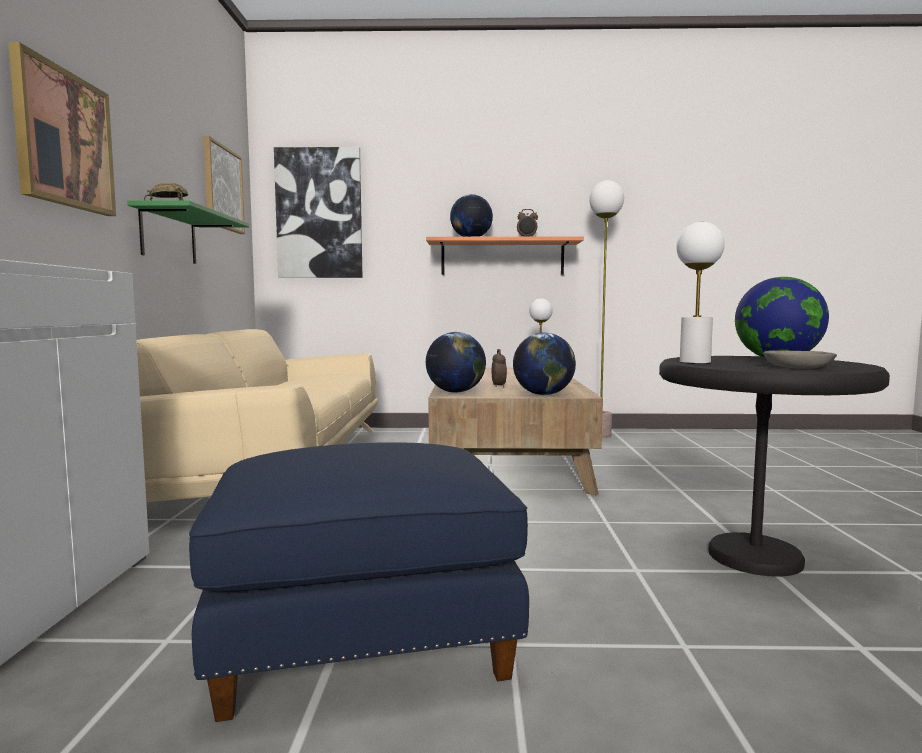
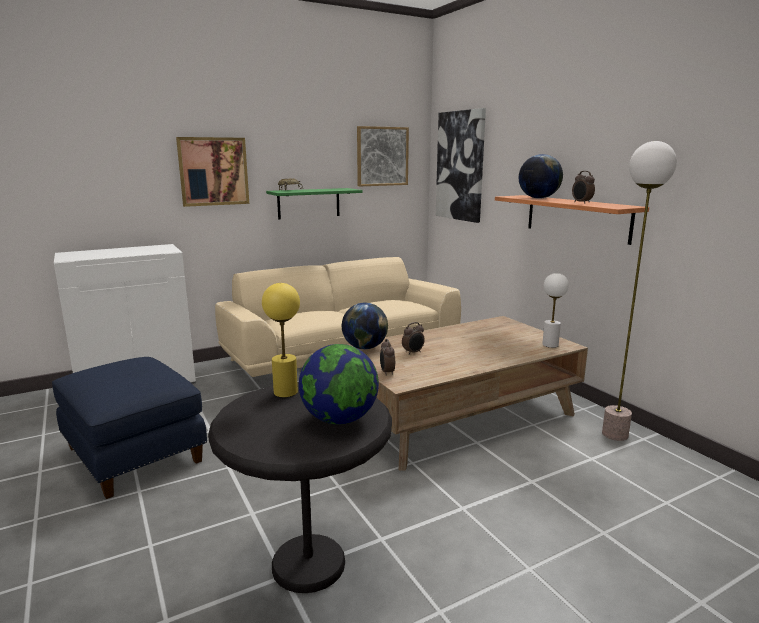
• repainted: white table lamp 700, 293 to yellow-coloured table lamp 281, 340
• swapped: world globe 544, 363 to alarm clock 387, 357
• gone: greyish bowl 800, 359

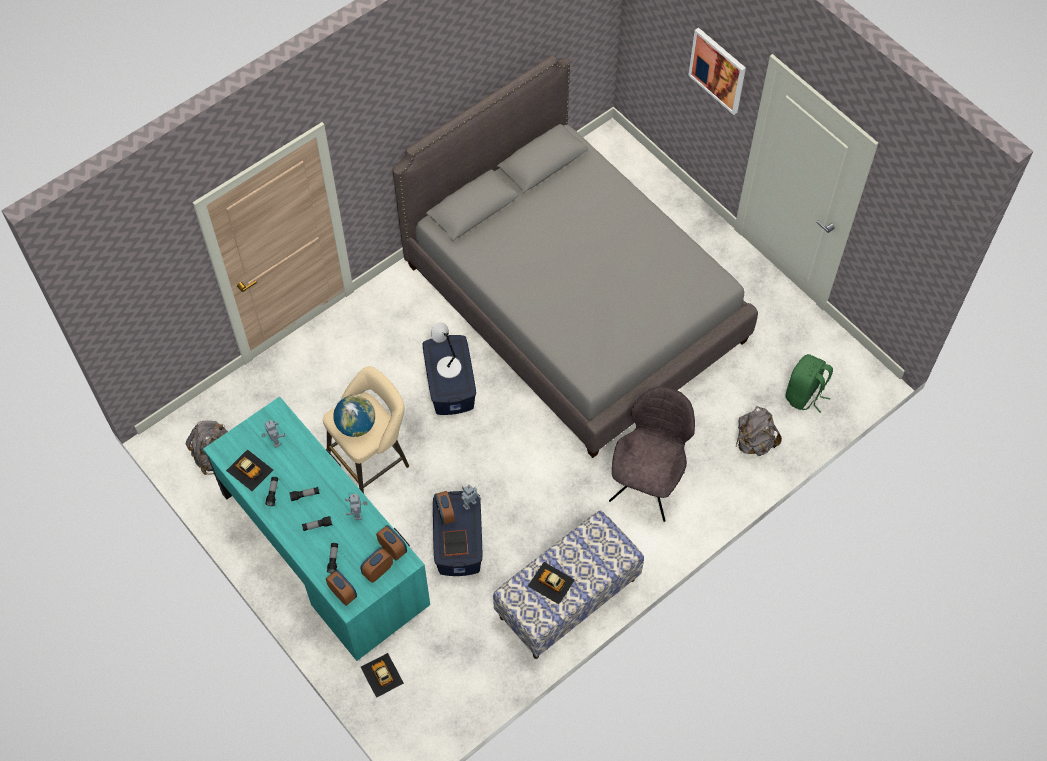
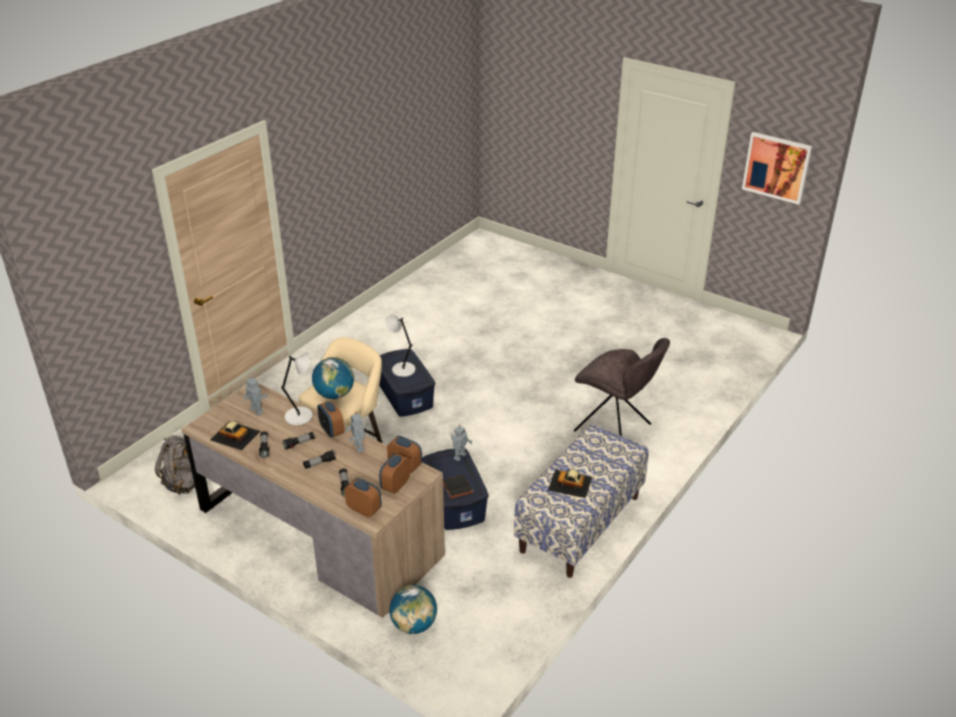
• repainted: turquoise-coloured desk 316, 529 to brownish desk 313, 500
• new: greyish table lamp 297, 389
• shifted: alarm clock 444, 508 to 330, 419
• swapped: miniature car 382, 675 to world globe 413, 609
• rotated: greyish plain chair 652, 454 = 622, 387 120 degrees clockwise
• shifted: wall picture 717, 71 to 777, 168
• gone: greyish sleeping bed 575, 257
• gone: greyish rucksack 759, 431
• gone: green rucksack 809, 383

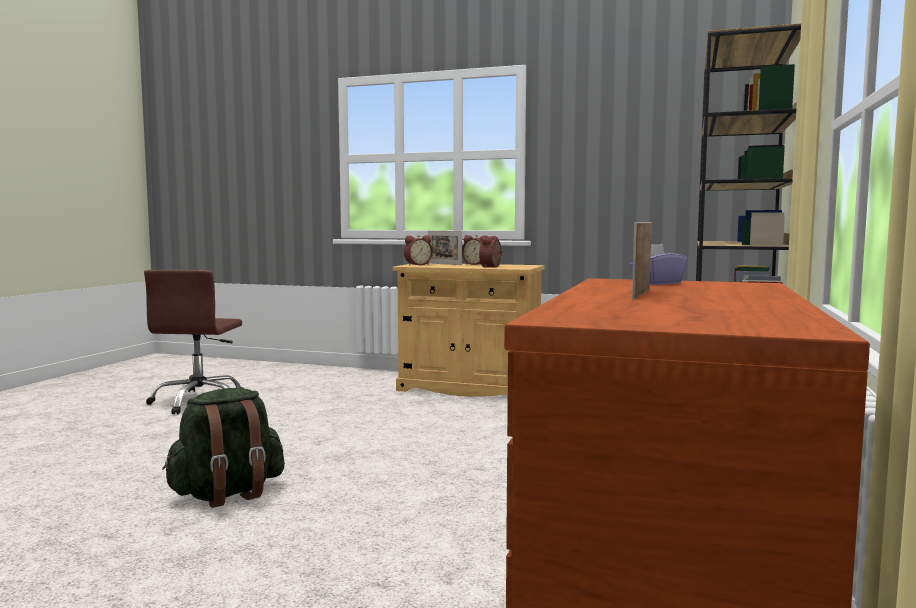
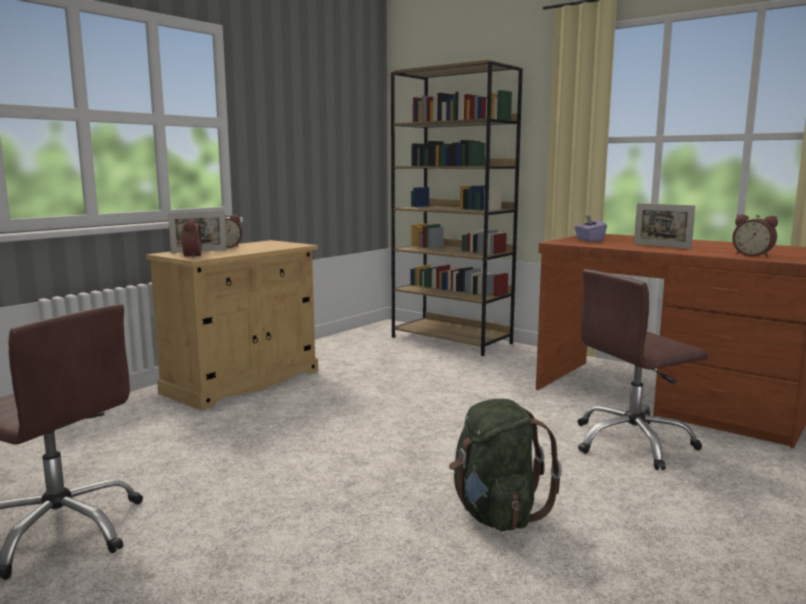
• new: brownish computer chair 643, 369
• shifted: alarm clock 491, 252 to 755, 235

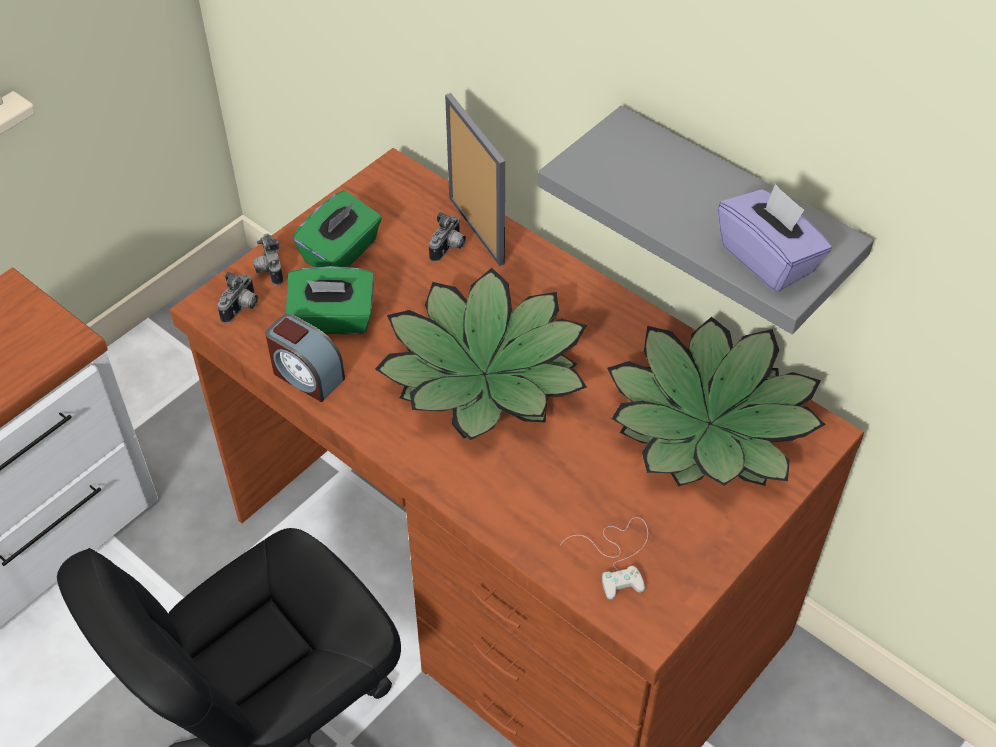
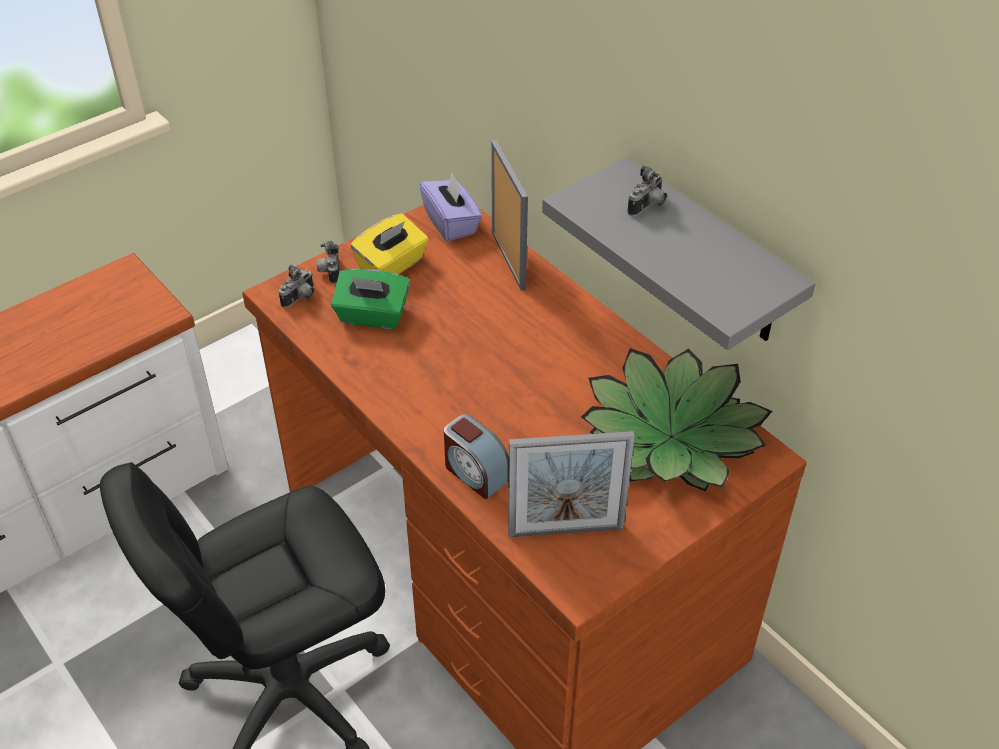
• repainted: green tissue holder 337, 228 to yellow-coloured tissue holder 389, 244
• shifted: purple tissue holder 775, 237 to 450, 207
• shifted: alarm clock 305, 358 to 476, 456
• swapped: white joypad 604, 558 to photo frame 571, 484
• shifted: still camera 447, 237 to 647, 190
• gone: plant in a pot 481, 354

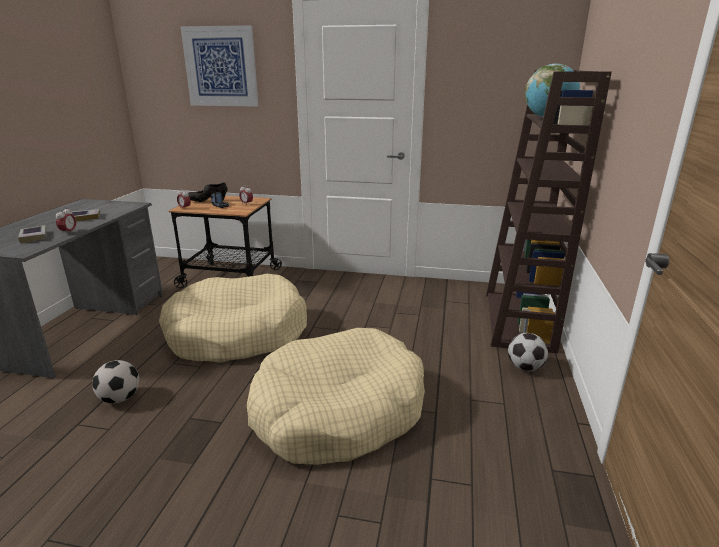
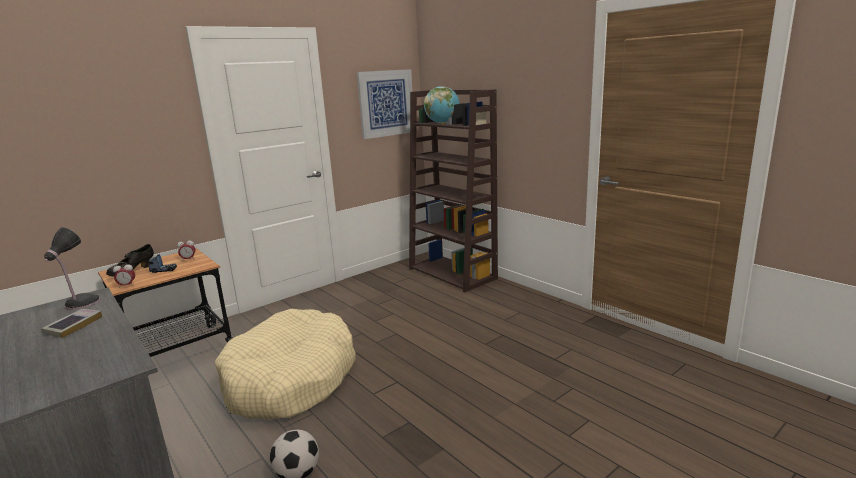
• new: table lamp 72, 268
• shifted: wall picture 219, 66 to 384, 104
• gone: book 32, 234
• gone: alarm clock 66, 219
• gone: sand-coloured dog cushion 336, 396
• gone: ball for football 528, 352

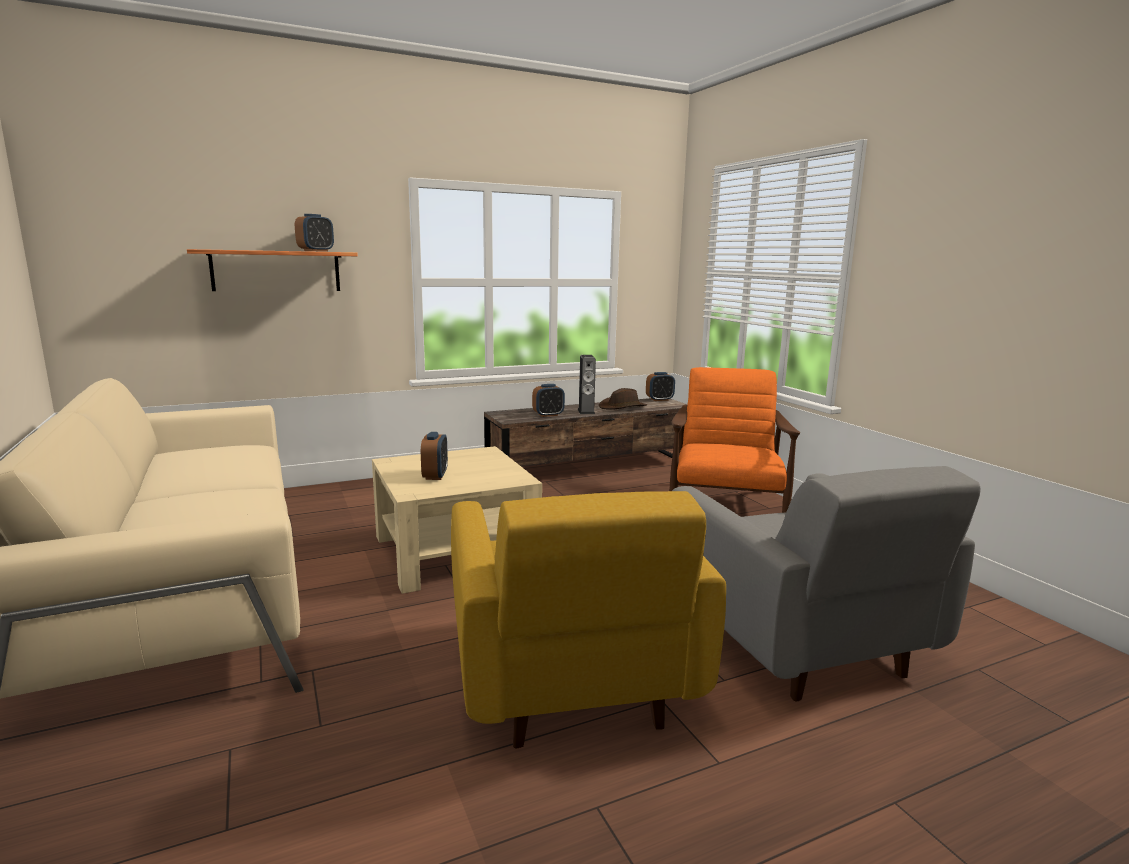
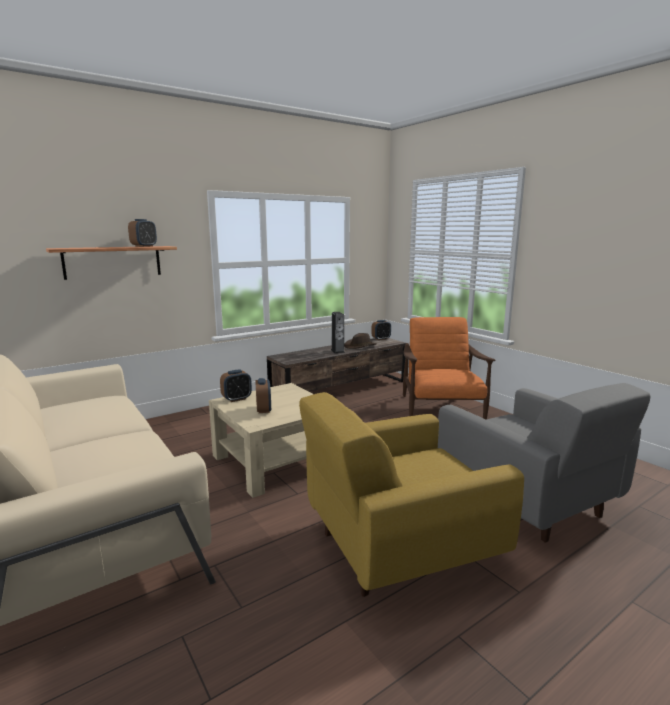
• shifted: alarm clock 548, 400 to 236, 385
• rotated: yellow-coloured easy chair 588, 620 = 411, 494 90 degrees clockwise

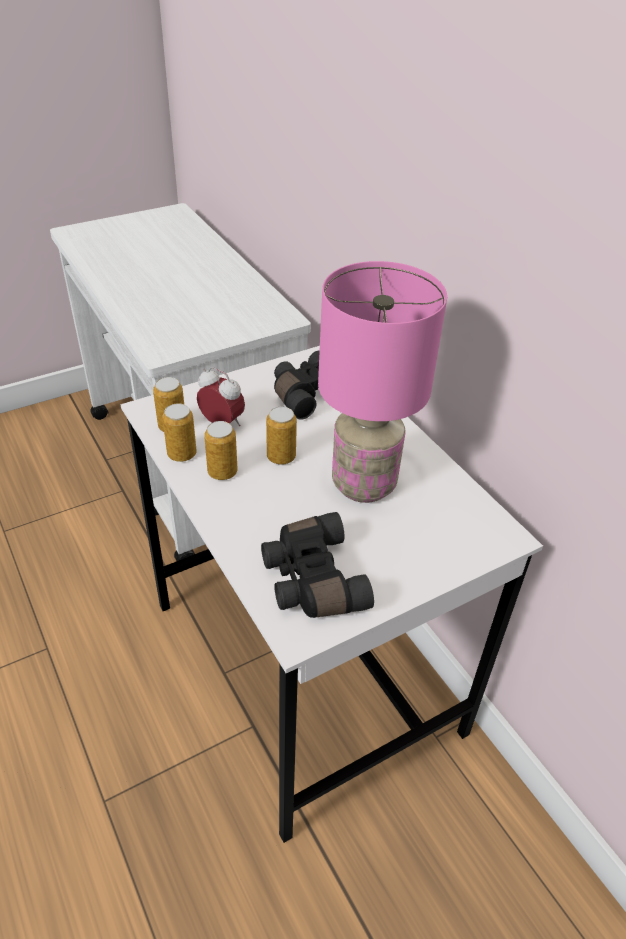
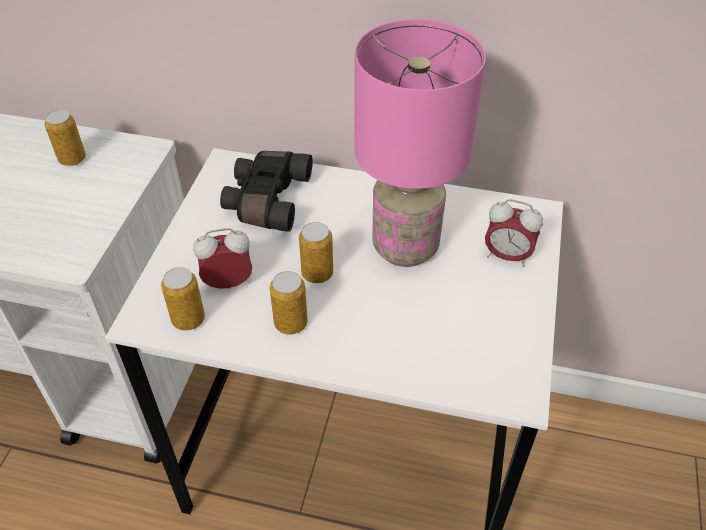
• shifted: metal can 179, 432 to 65, 138
• new: alarm clock 514, 233
• gone: black-coloured field glasses 317, 565

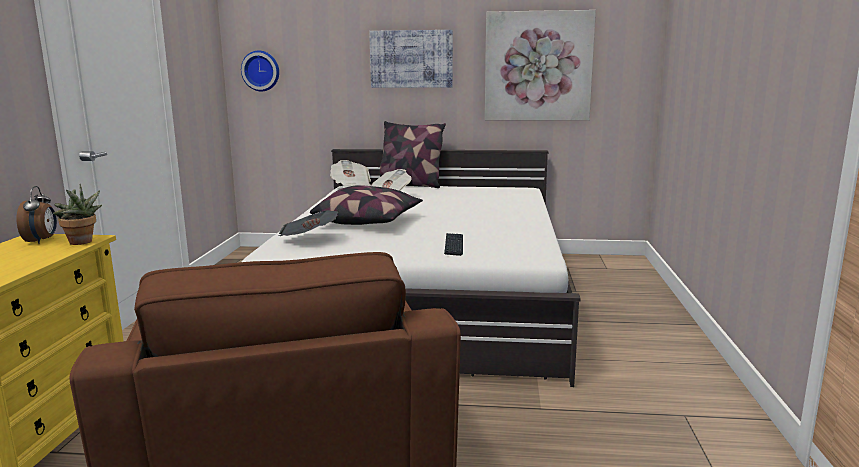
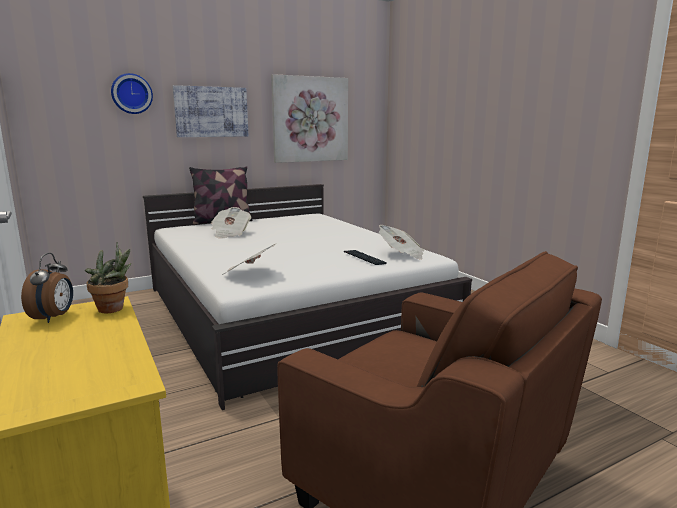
• rotated: alarm clock 37, 215 = 47, 288 45 degrees clockwise
• shifted: wall clock 260, 71 to 132, 93
• shifted: daily paper 350, 173 to 401, 242
• gone: throw pillow 366, 205

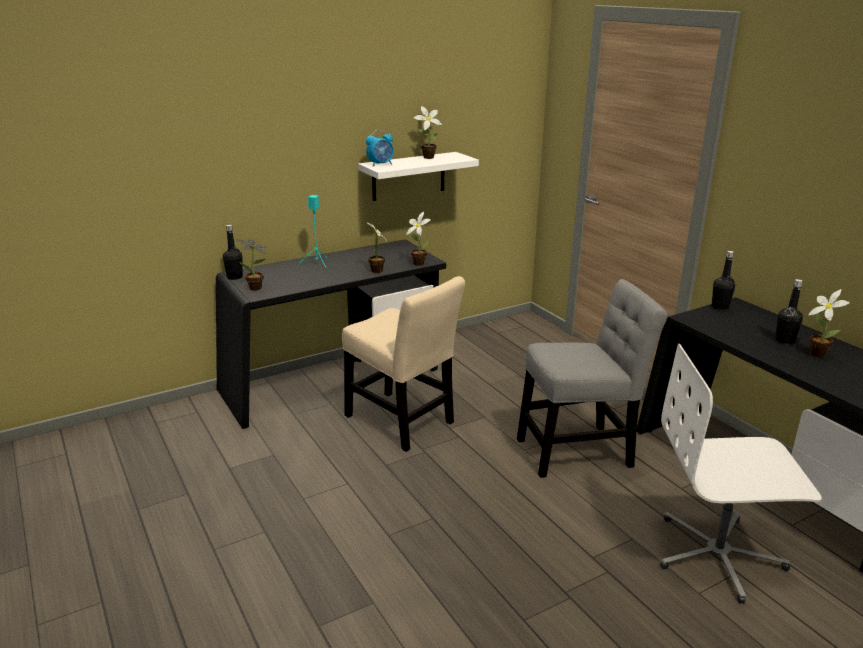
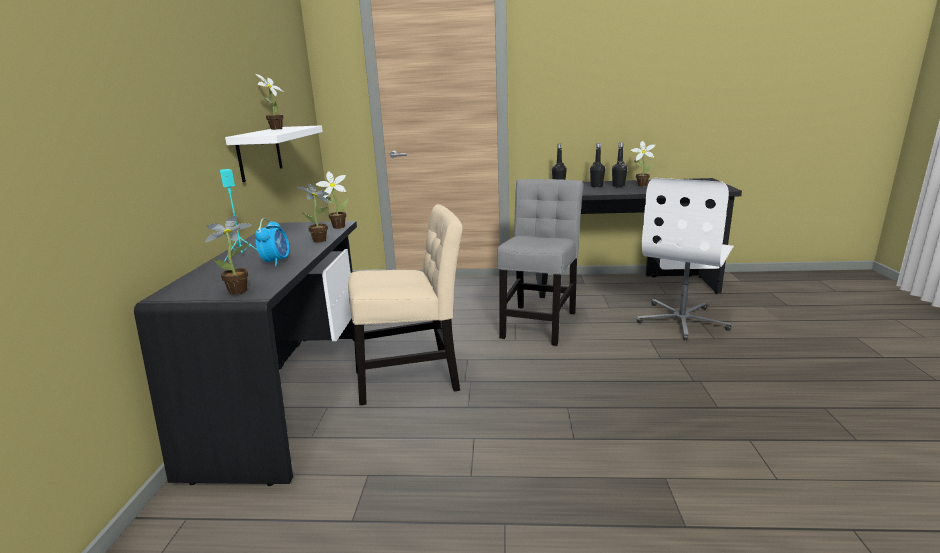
• shifted: alarm clock 380, 148 to 272, 242
• shifted: black-coloured beverage bottle 233, 252 to 597, 165

